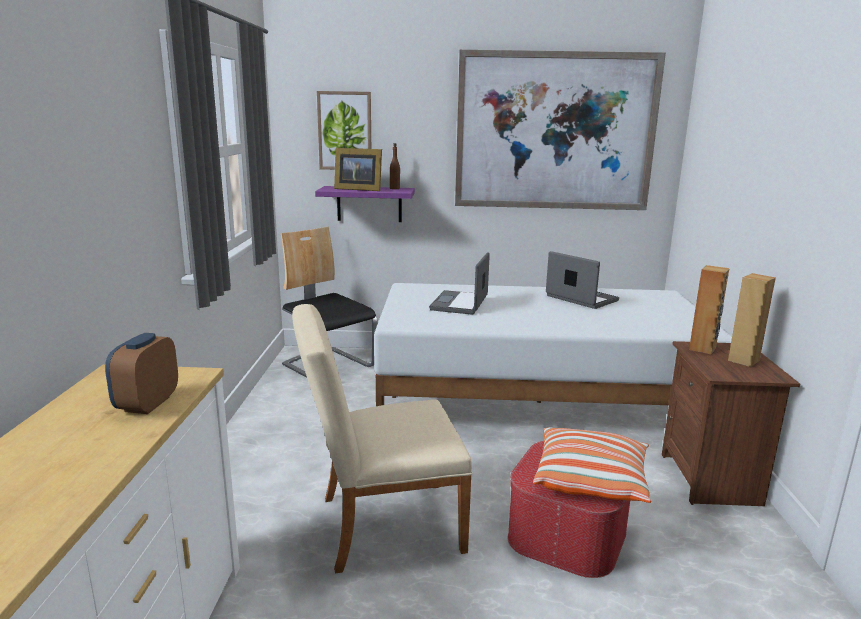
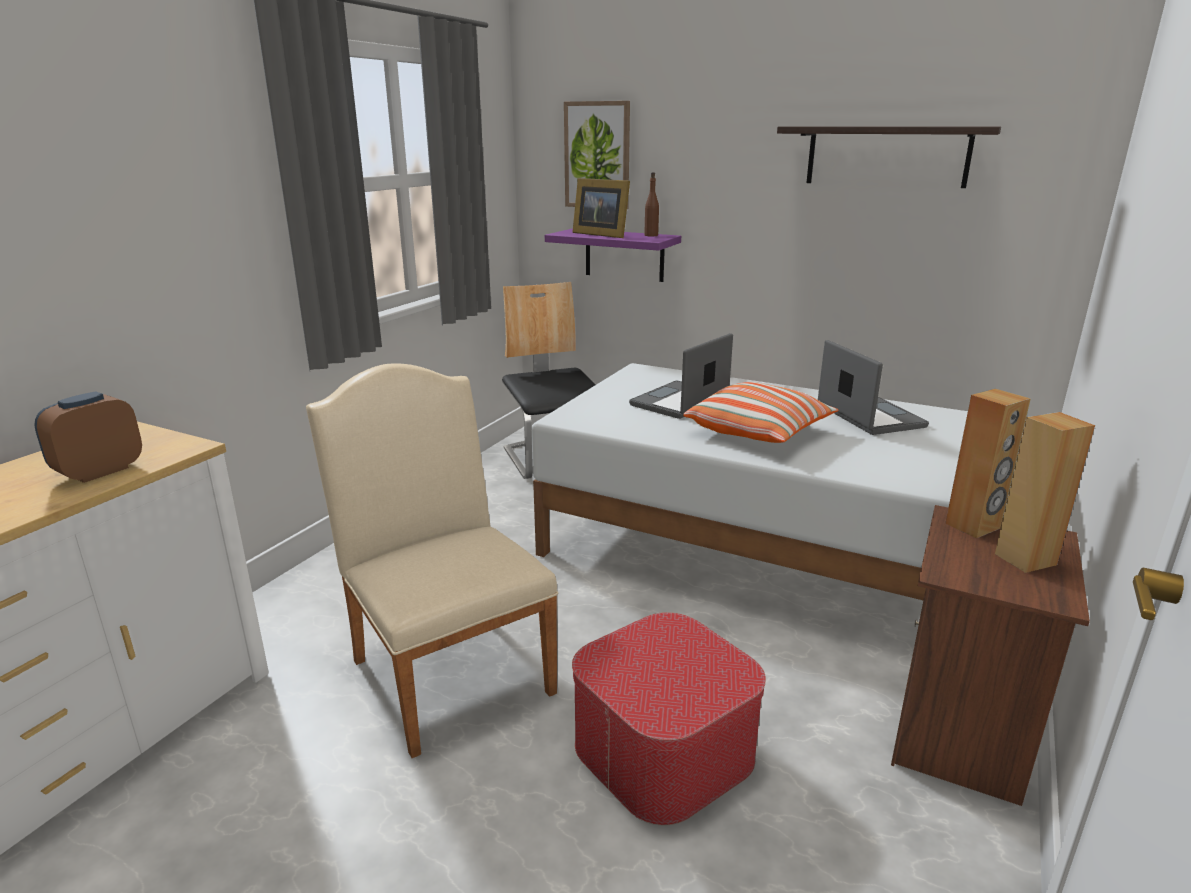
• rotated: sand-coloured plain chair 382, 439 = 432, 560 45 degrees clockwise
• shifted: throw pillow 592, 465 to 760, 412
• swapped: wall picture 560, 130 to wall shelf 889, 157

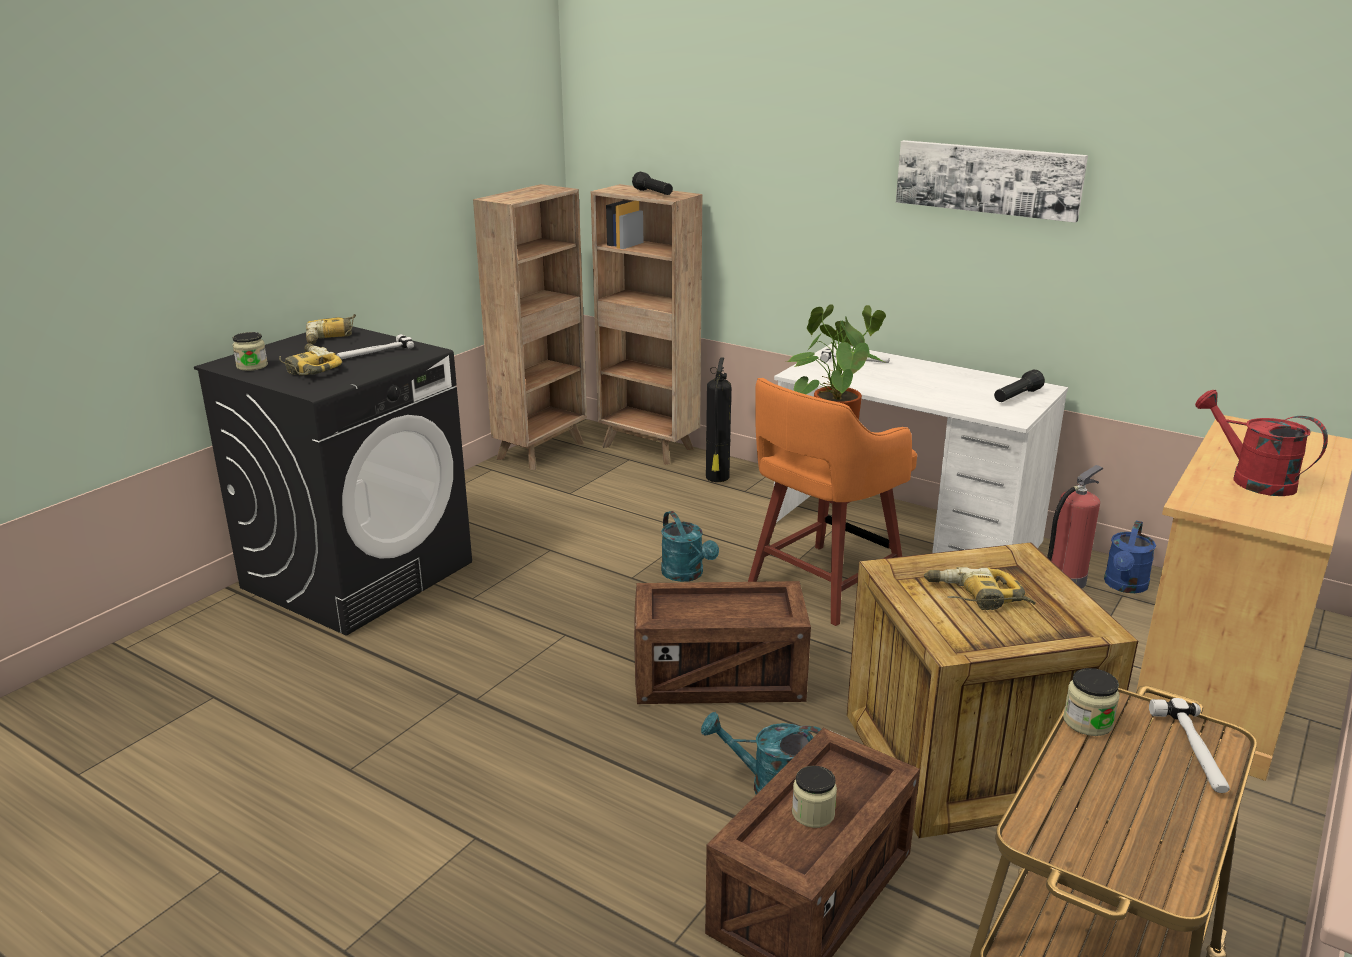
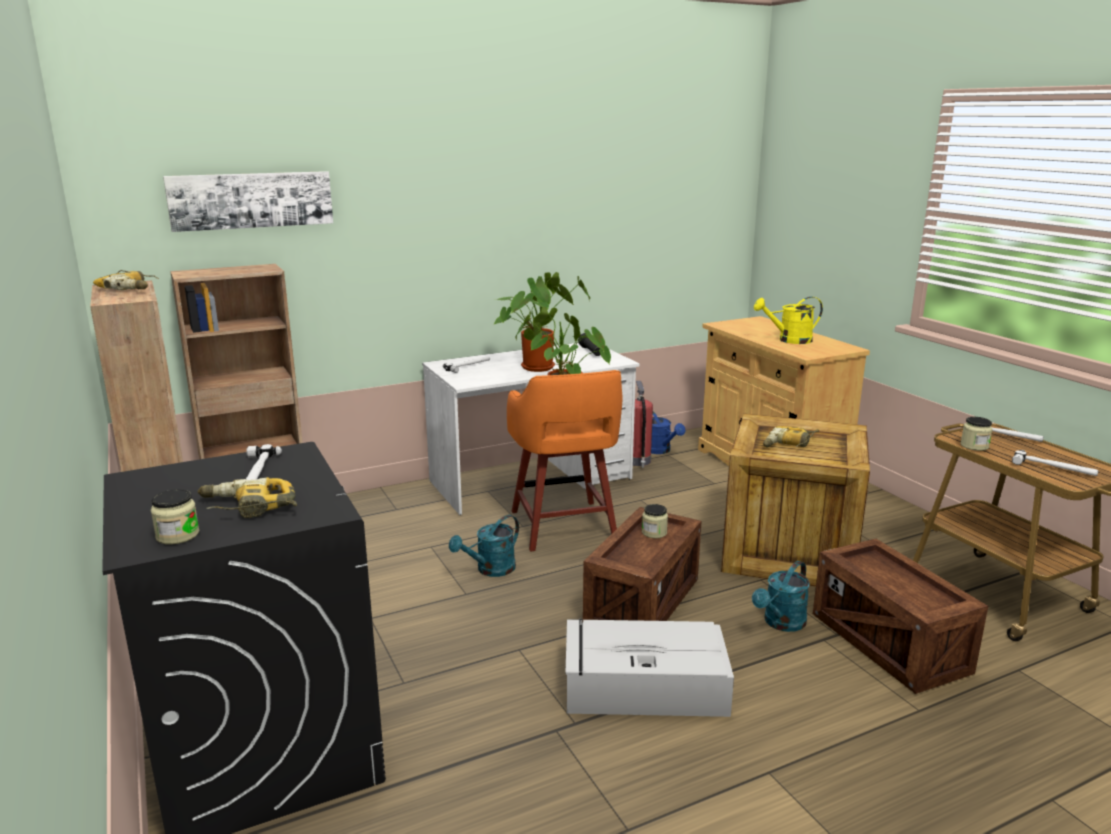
• shifted: drill 331, 329 to 126, 280
• shifted: wall picture 992, 181 to 248, 201
• rotated: turquoise-coloured watering can 690, 546 = 484, 546 135 degrees clockwise
• new: plant in a pot 542, 322
• new: greyish storage bin 649, 668
• shifted: preserve jar 814, 797 to 655, 521
• repainted: red watering can 1261, 443 to yellow-coloured watering can 788, 320
• new: tool hammer 1055, 463
• gone: black-coloured flashlight 652, 183
• gone: fire-fighting cylinder 718, 419

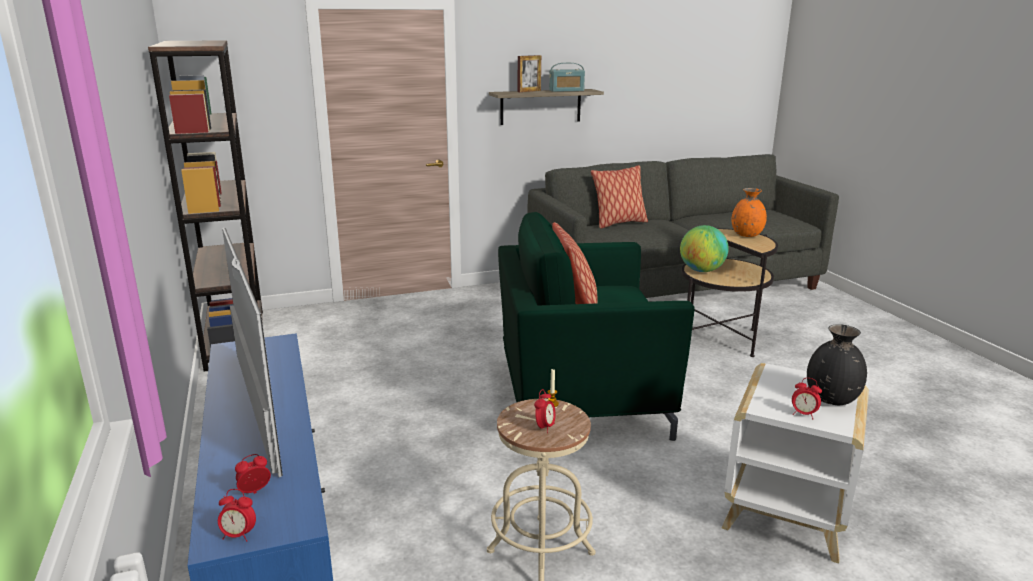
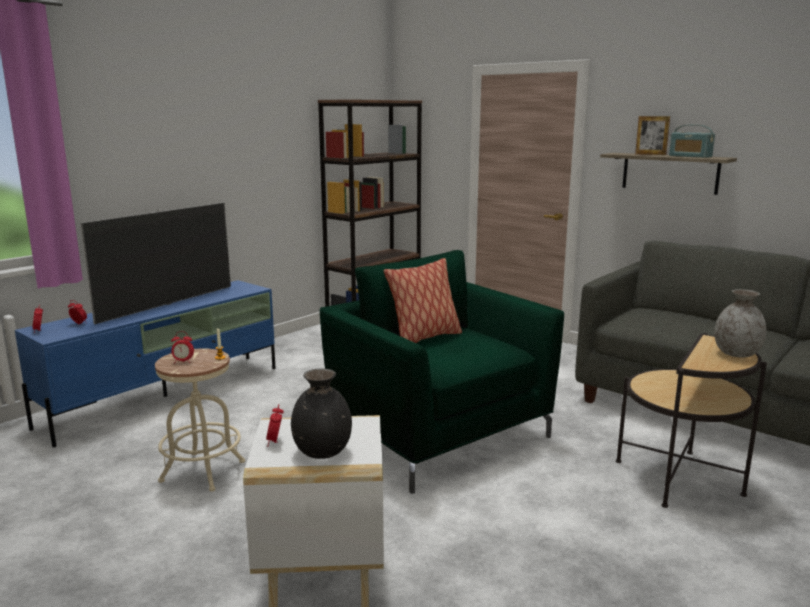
• repainted: orange-coloured vase 749, 212 to greyish vase 740, 323
• gone: throw pillow 619, 197
• gone: world globe 704, 248

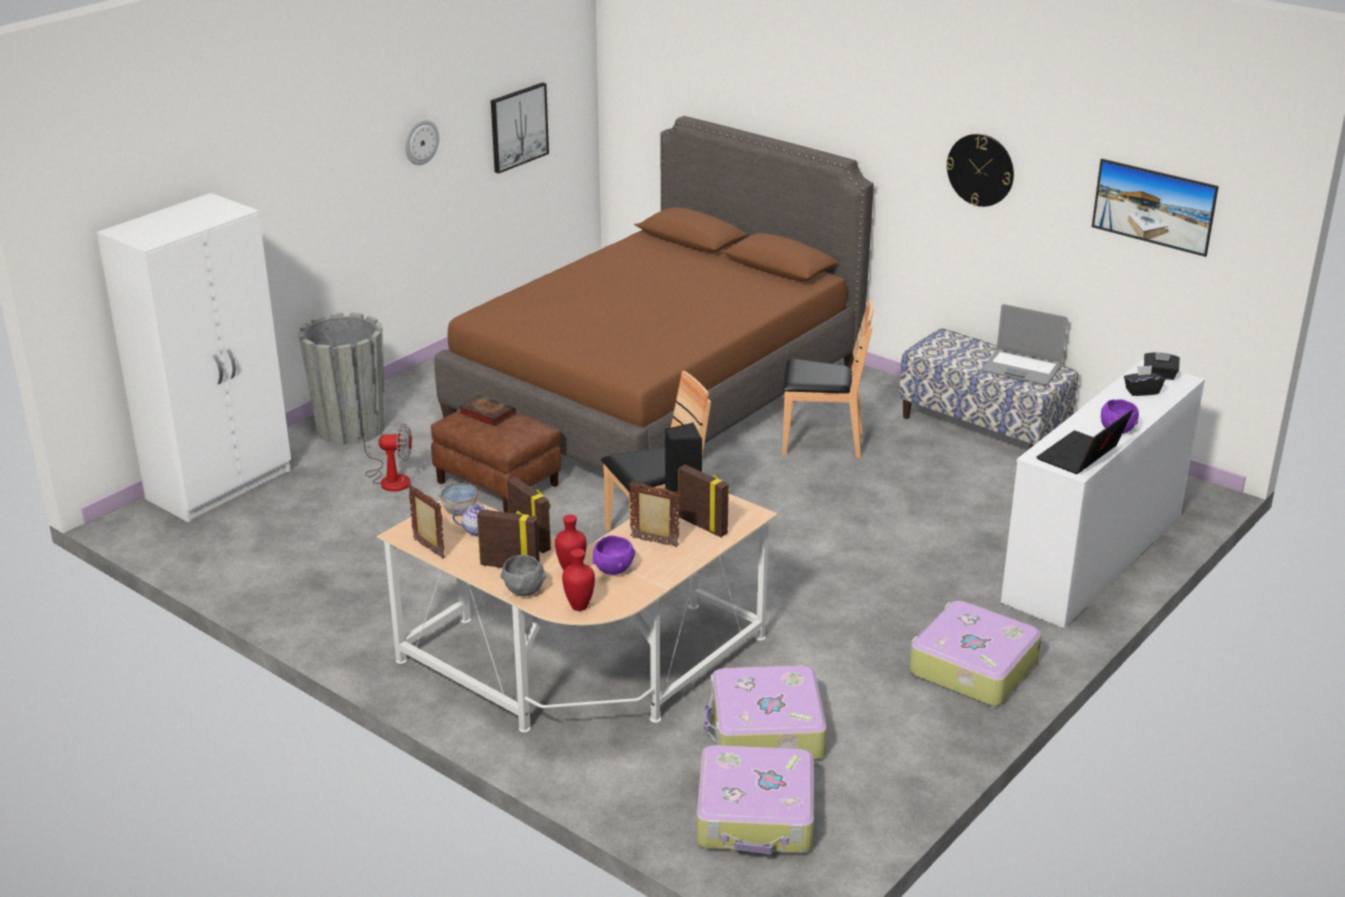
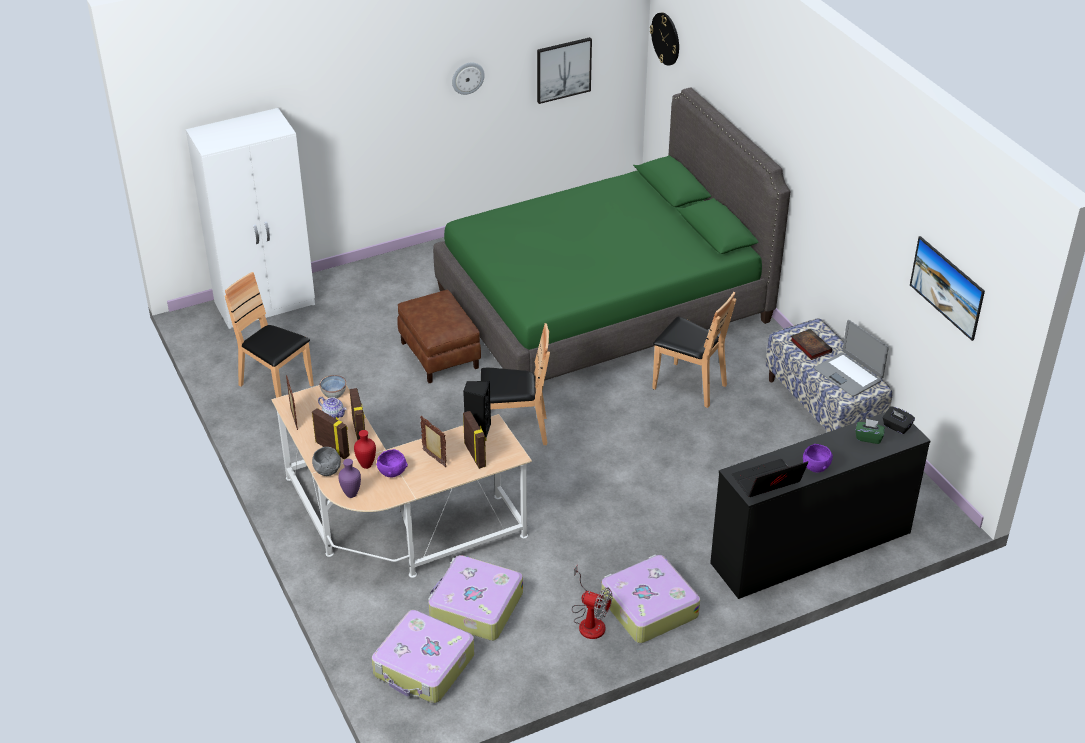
• new: brownish plain chair 269, 335
• repainted: red vase 578, 580 to purple vase 349, 478
• repainted: brownish sleeping bed 654, 294 to green sleeping bed 612, 234
• shifted: electric fan 384, 458 to 592, 602
• shifted: wall clock 980, 170 to 664, 39
• repainted: white drawer chest 1103, 494 to black-coloured drawer chest 820, 505
• shifted: book 487, 410 to 811, 344
• repainted: black-coloured tissue holder 1144, 380 to green tissue holder 870, 431
• gone: greyish flower pot 341, 378

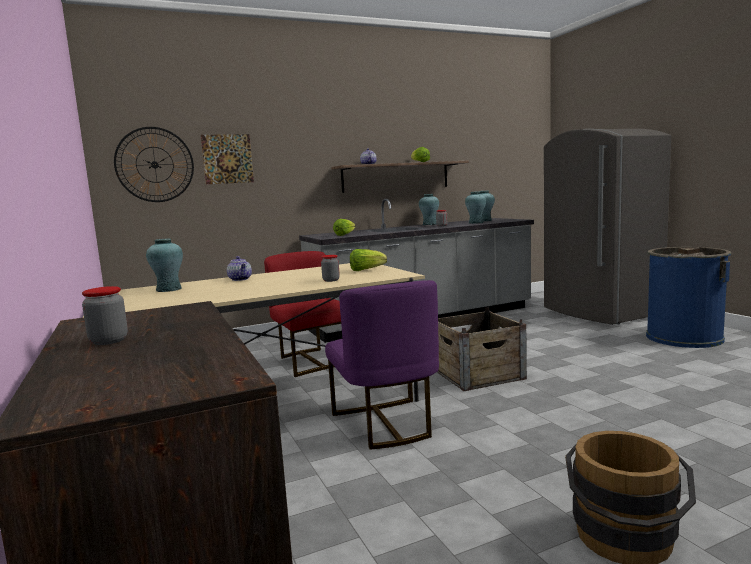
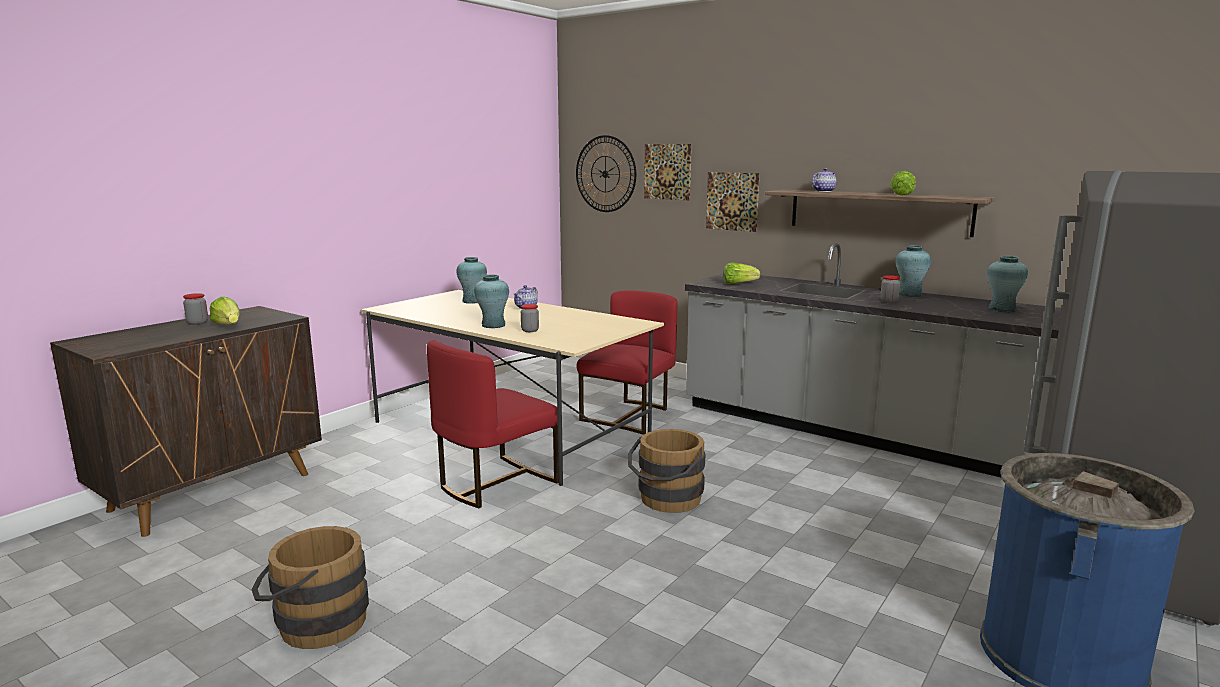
• shifted: lettuce 368, 260 to 224, 311
• repainted: purple plain chair 382, 365 to red plain chair 493, 424
• shifted: turquoise-coloured vase 475, 207 to 491, 301
• swapped: packing crate 482, 349 to brownish water bucket 666, 471
• new: wall picture 733, 202

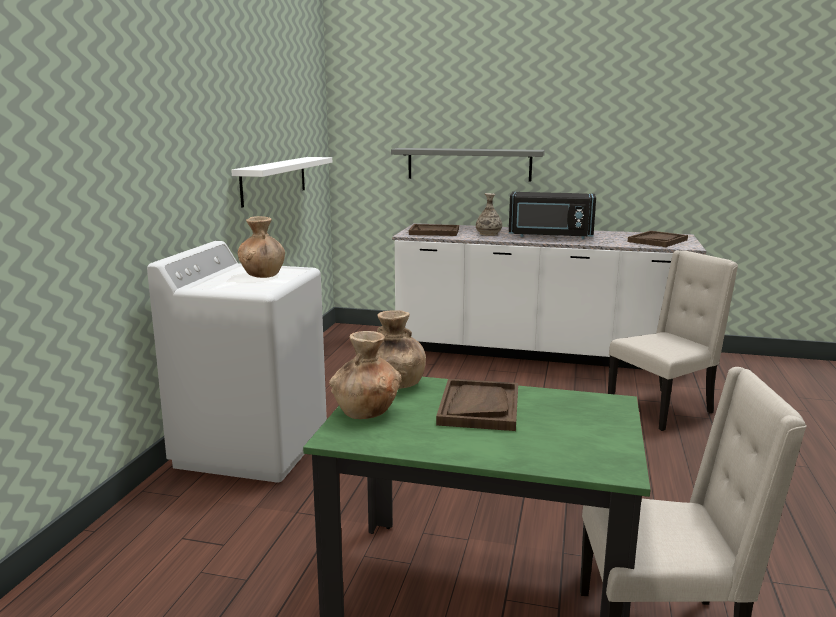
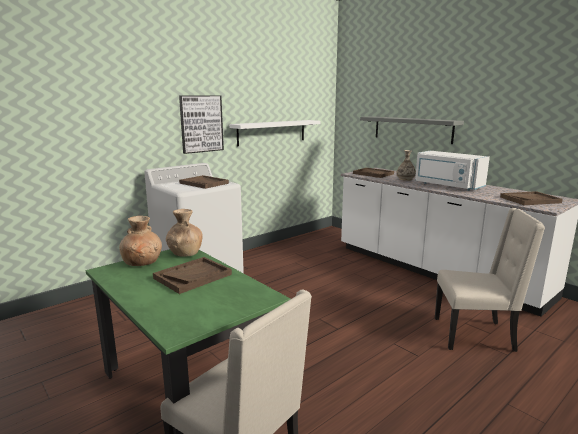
• new: wall picture 201, 124
• swapped: brownish vase 261, 247 to brownish carrying tray 204, 182
• repainted: black-coloured microwave oven 552, 215 to white microwave oven 452, 171

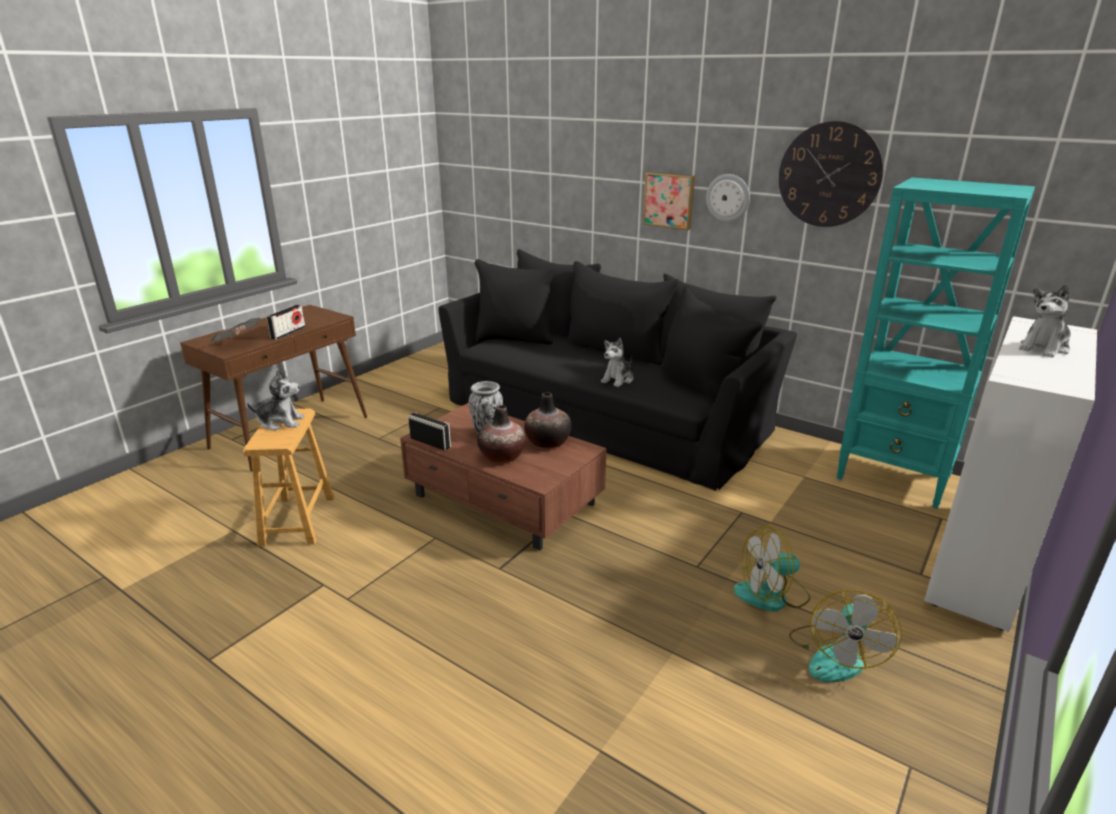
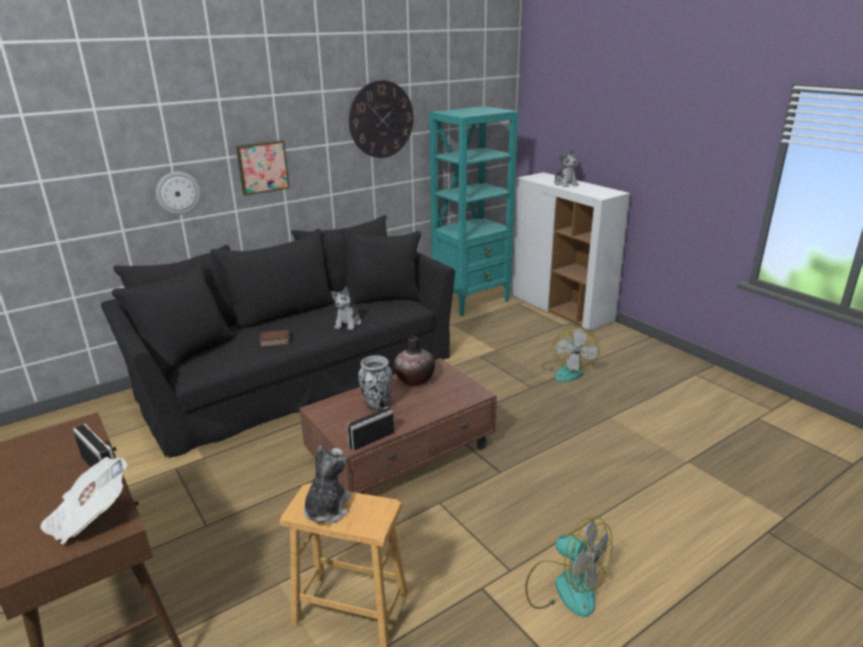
• shifted: wall clock 728, 198 to 178, 193
• new: book 274, 338
• rotated: cuddly toy 617, 362 = 346, 308 45 degrees clockwise
• shifted: electric fan 845, 636 to 569, 566
• gone: vase 501, 434

